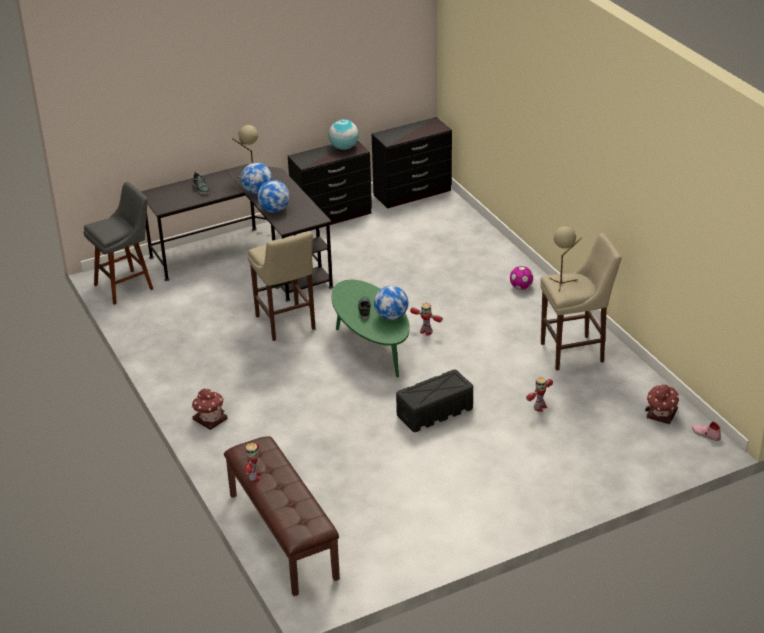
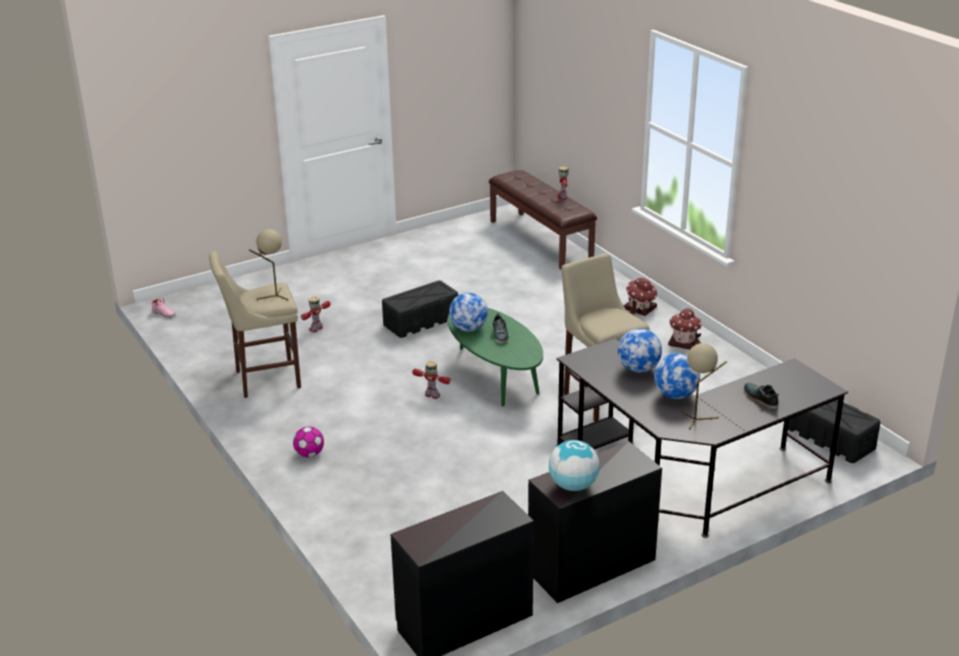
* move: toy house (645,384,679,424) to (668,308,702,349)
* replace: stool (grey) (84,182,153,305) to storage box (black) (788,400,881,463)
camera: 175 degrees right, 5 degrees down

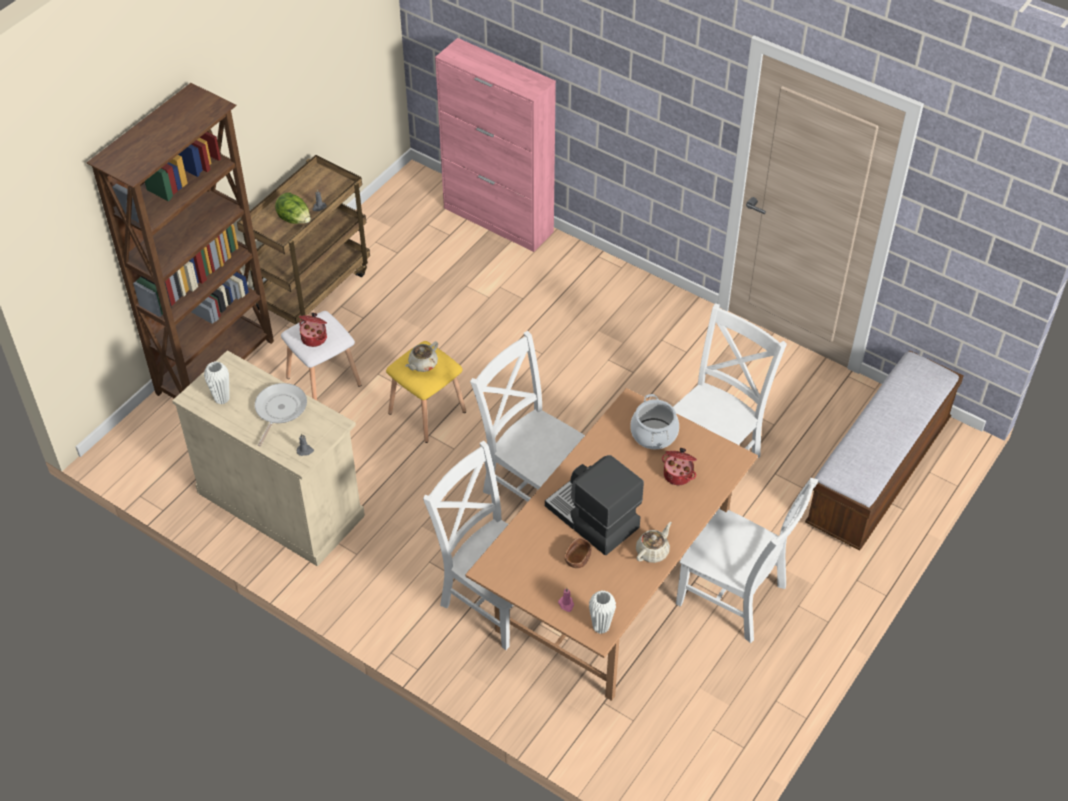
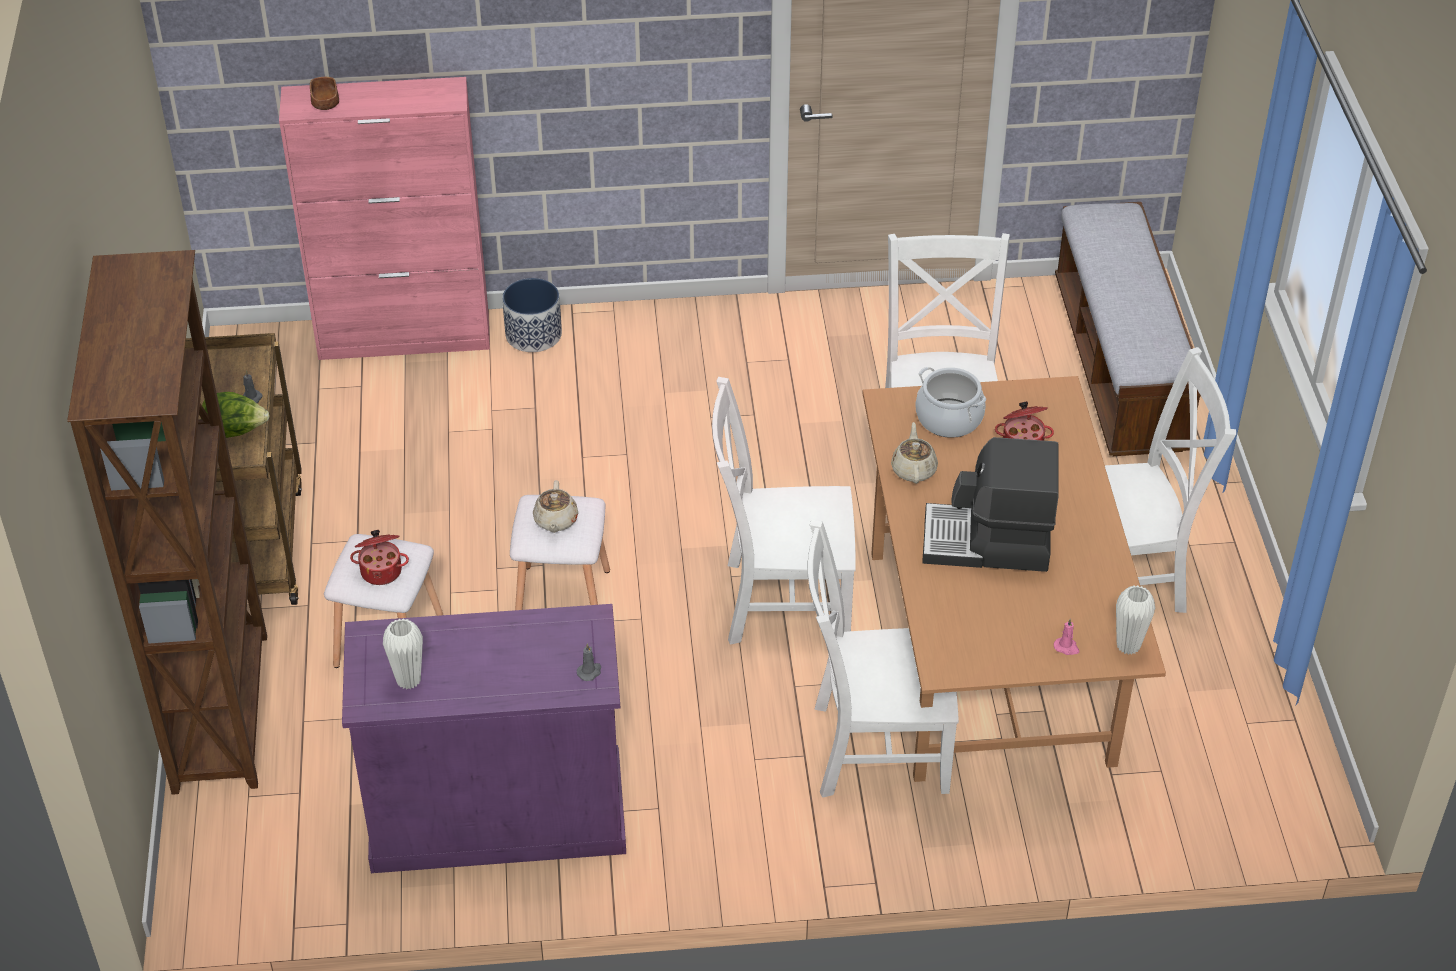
* move: bowl (brown) (564,538,592,568) to (310,77,339,110)
* recolor: cabinet (beige) (172,350,365,566) to cabinet (purple) (342,604,626,873)
* insert: planter (502,278,562,352)
* recolor: stool (yellow) (386,341,466,443) to stool (white) (510,495,610,610)
* move: teapot (beige) (636,522,672,563) to (891,422,938,484)
* delete: frying pan (255,383,307,446)
camera: 40 degrees left, 5 degrees down

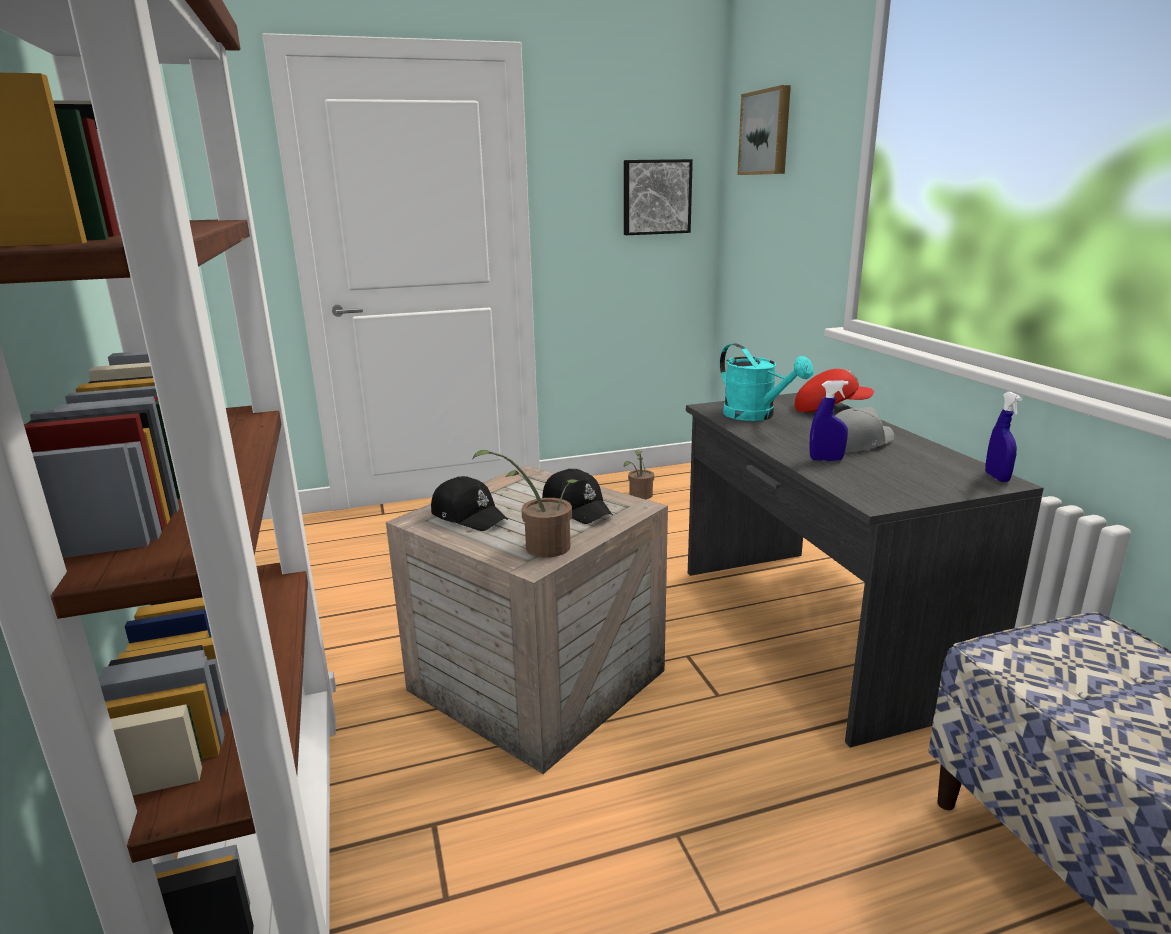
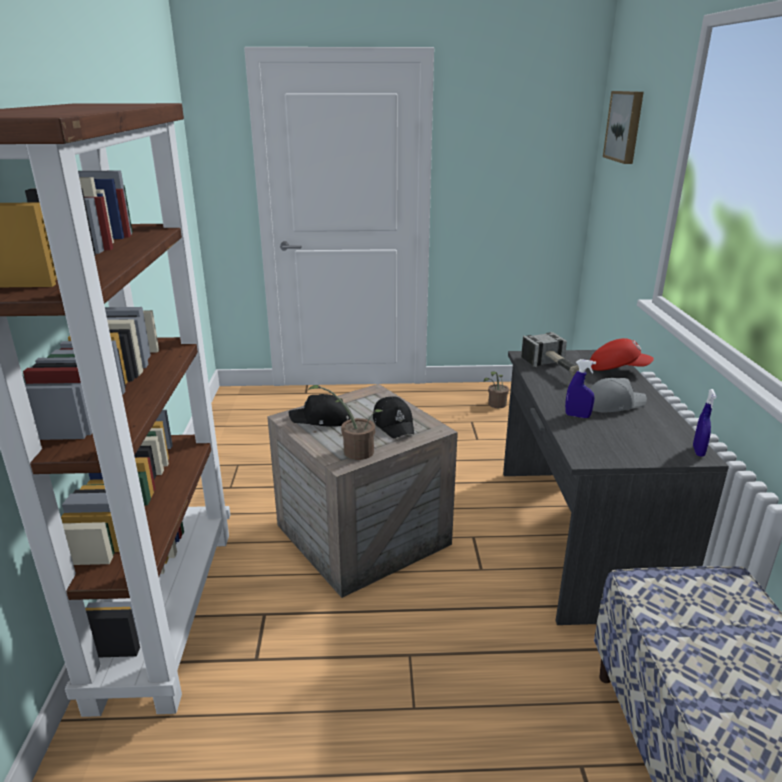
* rotate: cap (black) (431,476,508,531) = (289,394,350,427) 135 degrees clockwise
* replace: watering can (turquoise) (720,343,813,421) to hammer (521,332,579,376)
* delete: picture (624,159,693,235)
camera: 15 degrees right, 5 degrees up

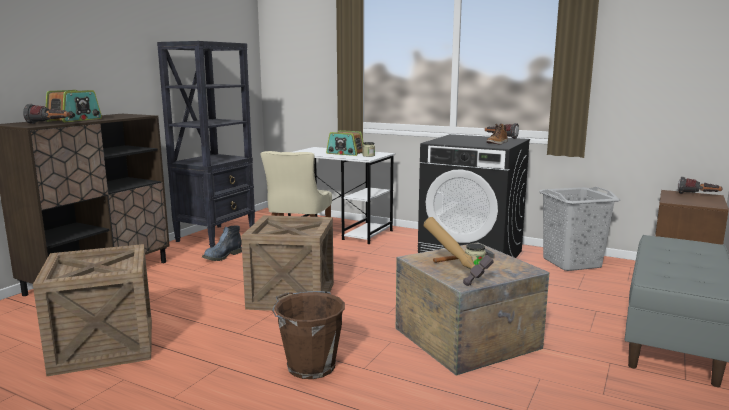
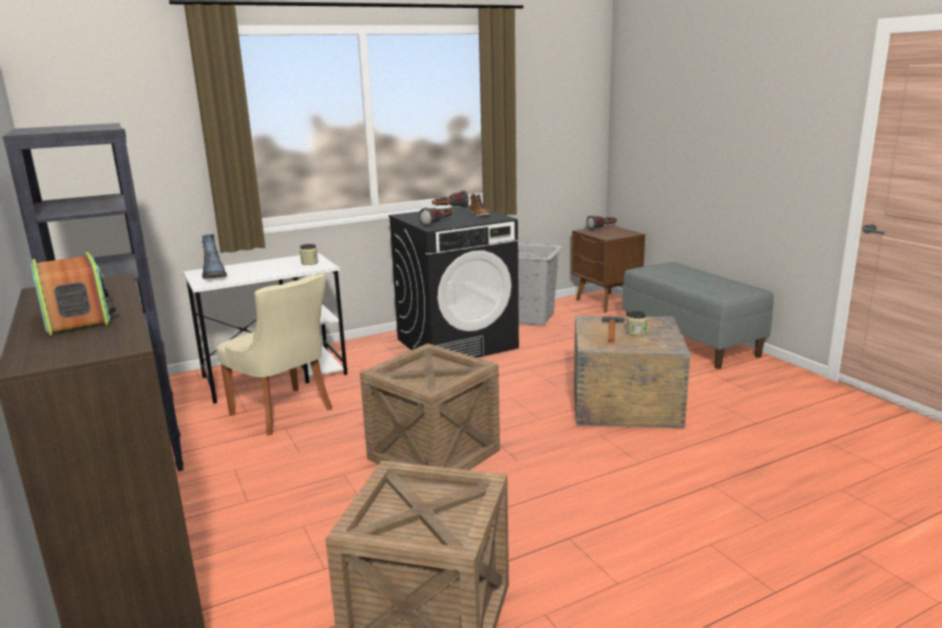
* move: boot (202,225,242,261) to (201,235,227,279)
* move: flashlight (23,104,70,124) to (419,208,454,227)
* delete: bucket (brown) (272,291,345,379)
* delete: radio (326,130,364,156)
* delete: hammer (424,217,494,286)
camera: 55 degrees left, 5 degrees up

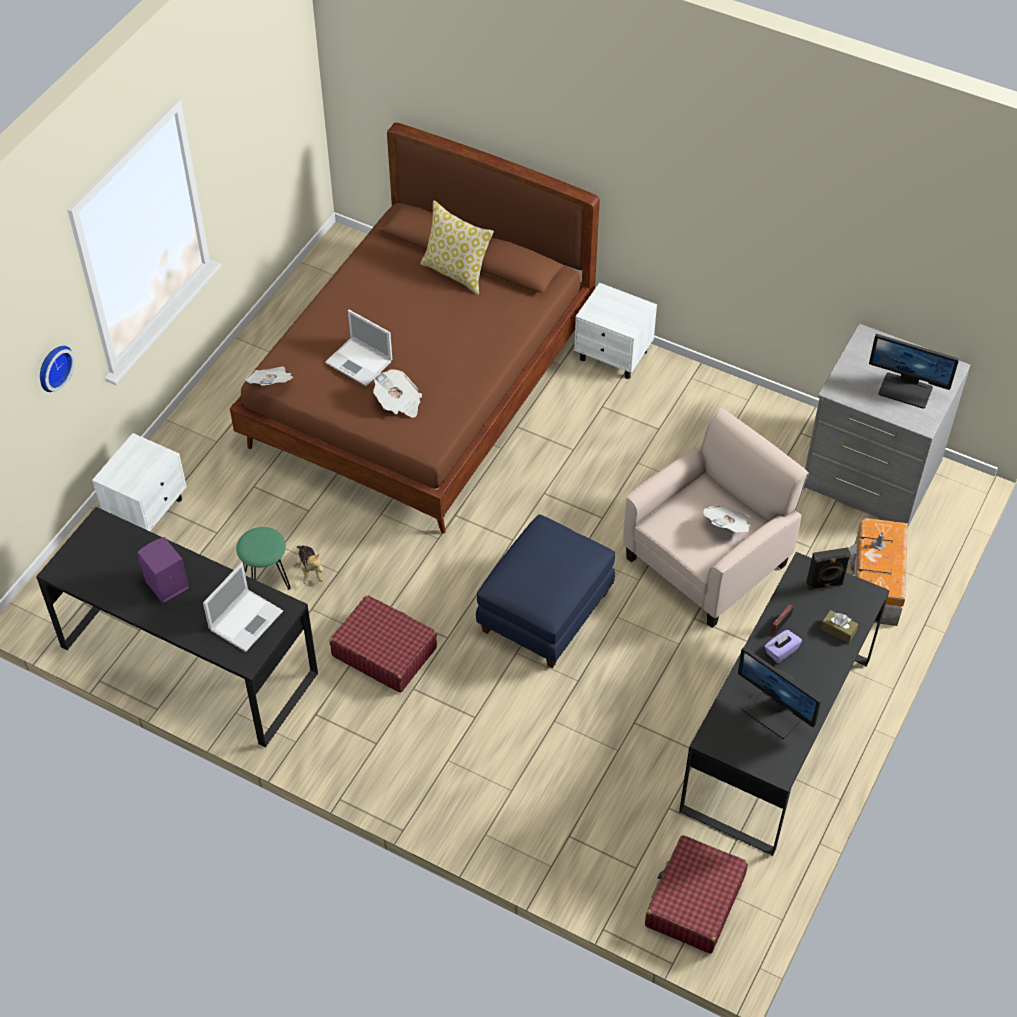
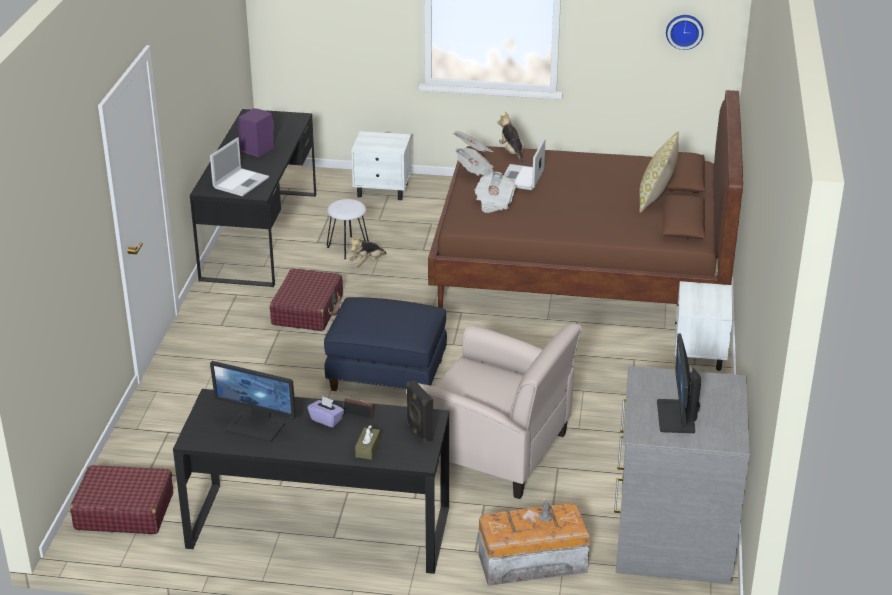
* rotate: laptop (203,563,283,652) = (210,137,269,196) 75 degrees counterclockwise
* rotate: monitor (738,647,821,739) = (210,361,296,442) 90 degrees counterclockwise
* recolor: stool (green) (236,527,291,590) to stool (white) (327,199,369,259)
* move: newspaper (703,505,751,532) to (456,148,493,176)
* insert: plush toy (498,112,526,164)
* move: wall clock (40,346,75,392) to (666,15,704,50)
camera: 70 degrees right, 20 degrees down

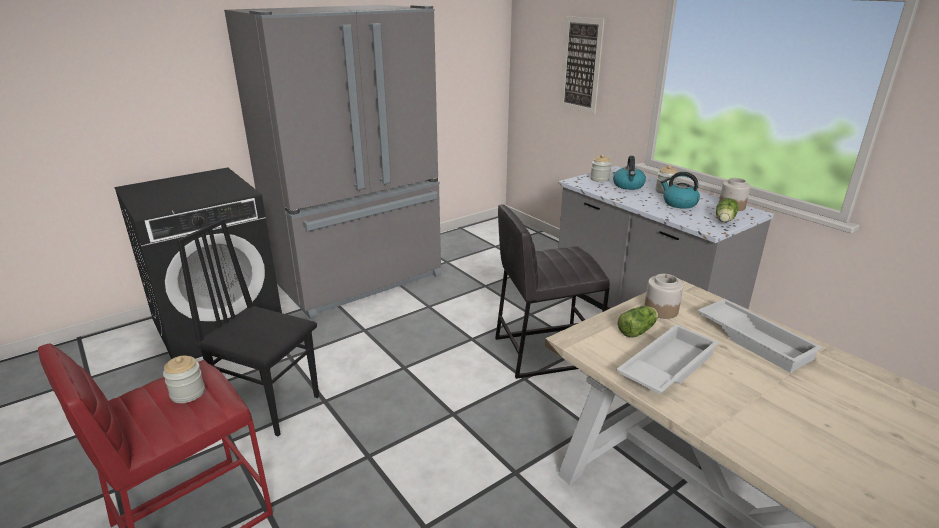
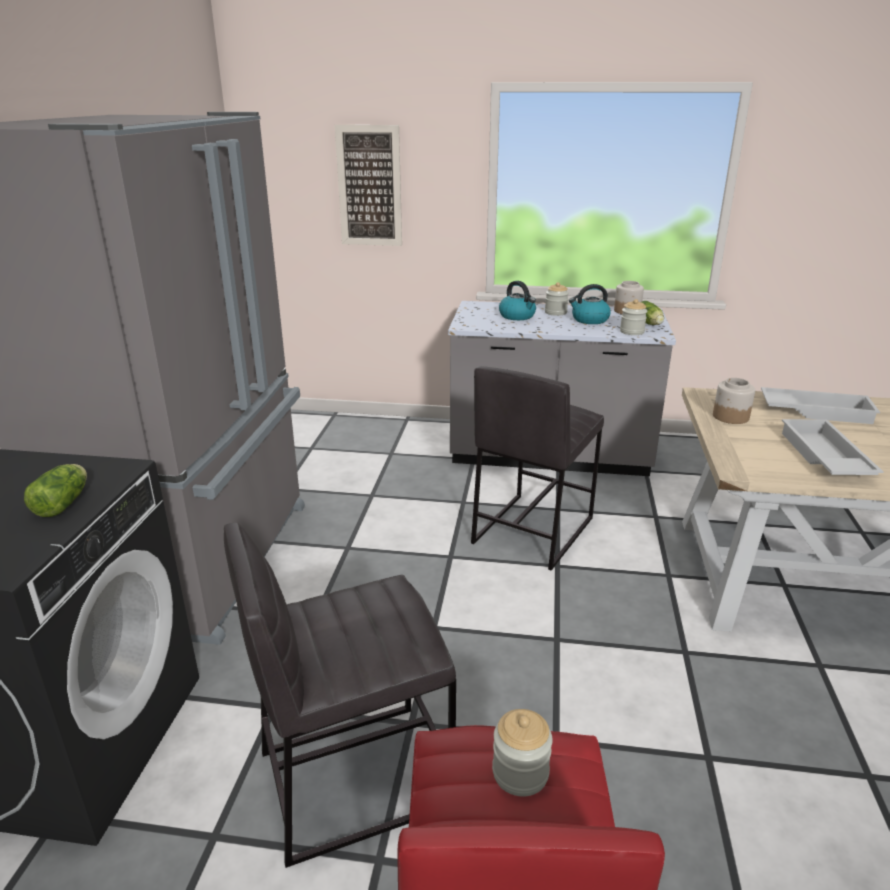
* move: lettuce (618,306,658,338) to (24,464,87,517)
* replace: chair (black) (177,219,319,437) to stool (grey) (224,523,456,868)
* move: jar (590,154,611,182) to (620,299,647,335)
camera: 45 degrees left, 0 degrees up

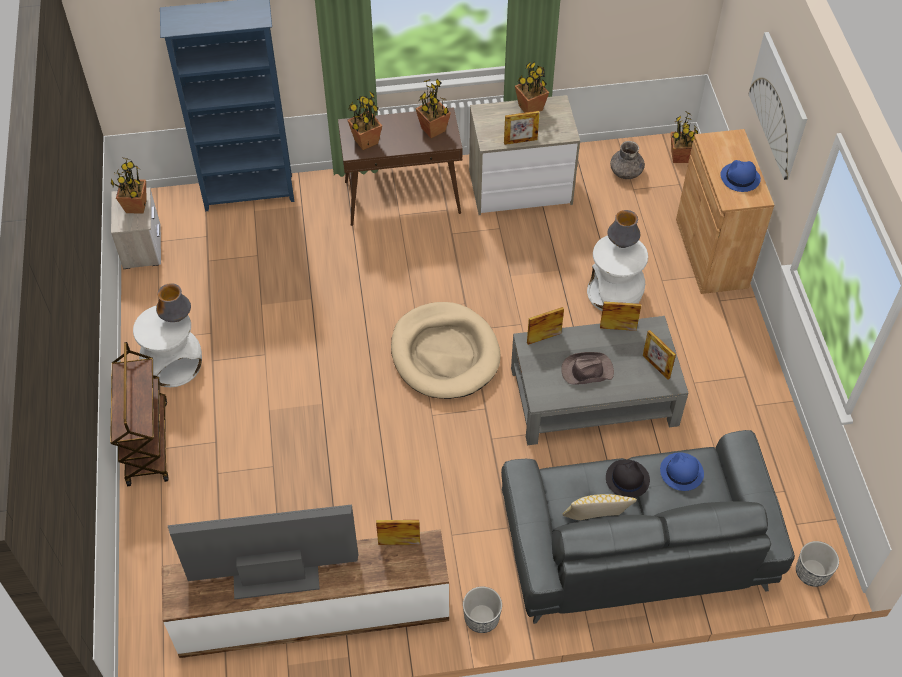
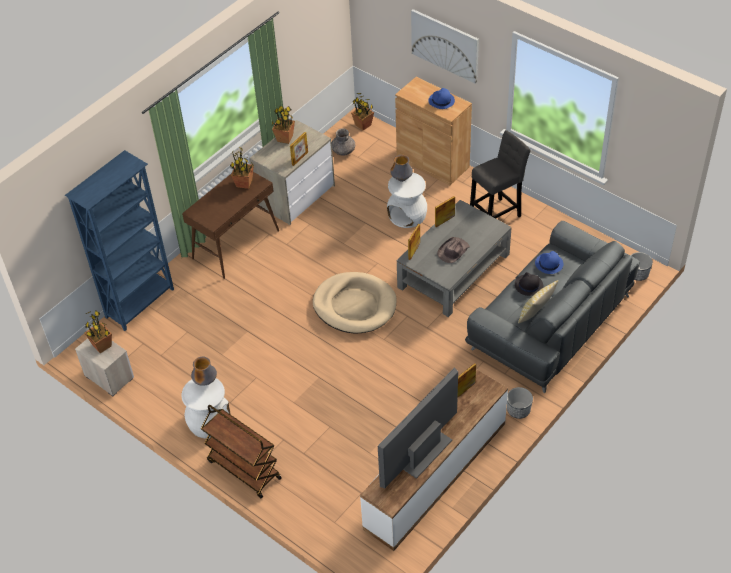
* insert: stool (grey) (470,130,531,218)
* delete: potted plant (348,91,382,150)
* delete: picture frame (643,330,676,380)
camera: 40 degrees left, 5 degrees down

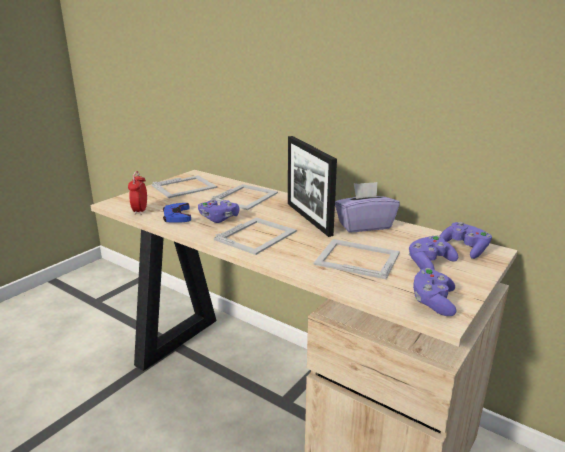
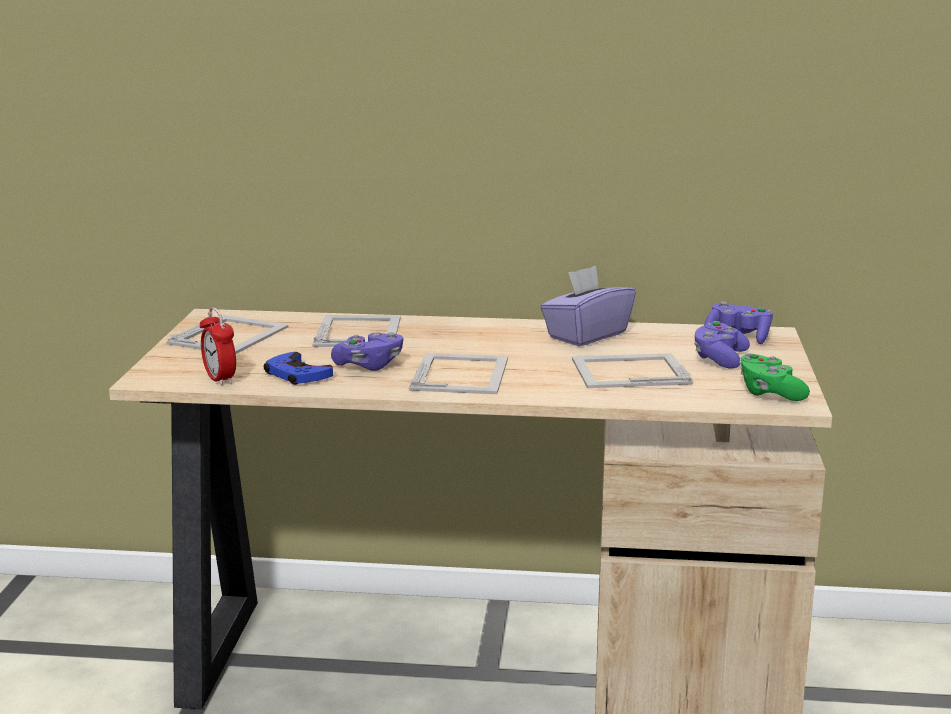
* recolor: game controller (purple) (413,268,457,316) to game controller (green) (739,353,810,401)
* delete: picture frame (288,136,337,237)
camera: 30 degrees left, 5 degrees down

